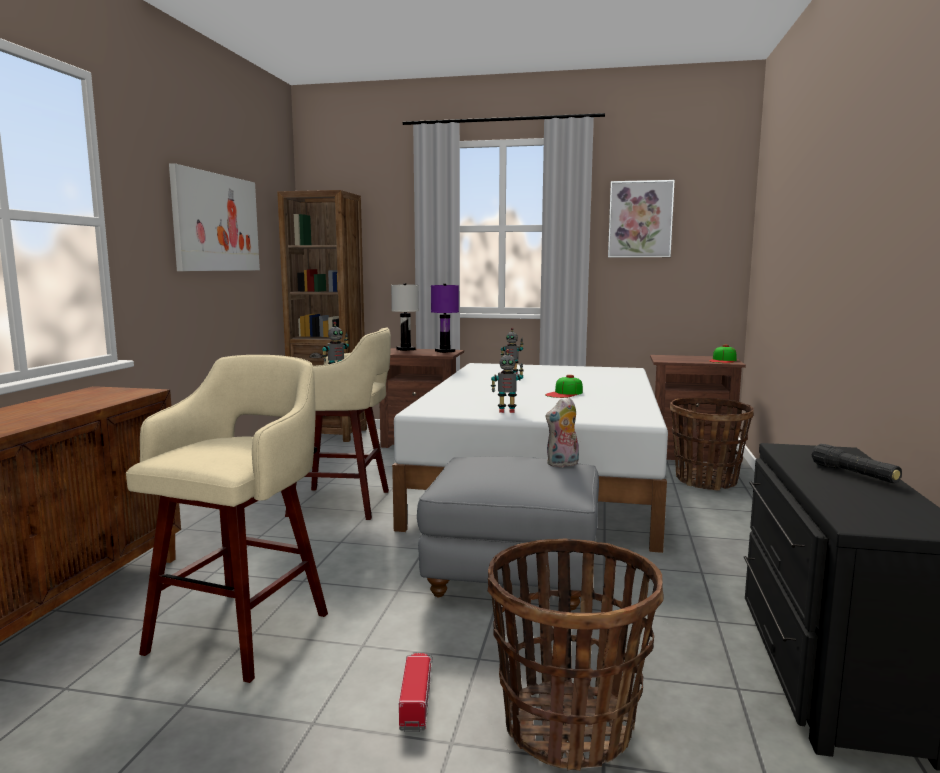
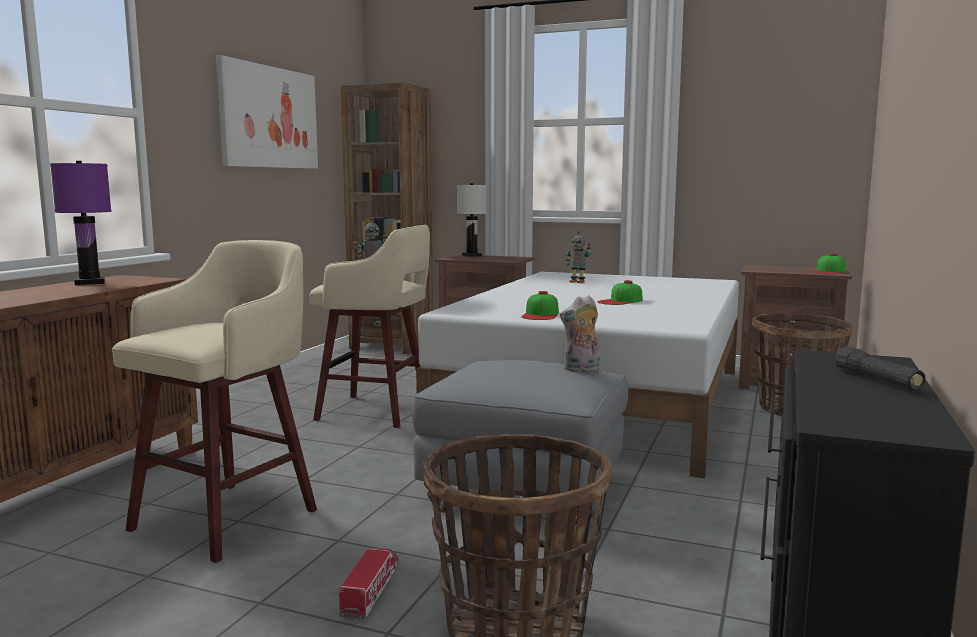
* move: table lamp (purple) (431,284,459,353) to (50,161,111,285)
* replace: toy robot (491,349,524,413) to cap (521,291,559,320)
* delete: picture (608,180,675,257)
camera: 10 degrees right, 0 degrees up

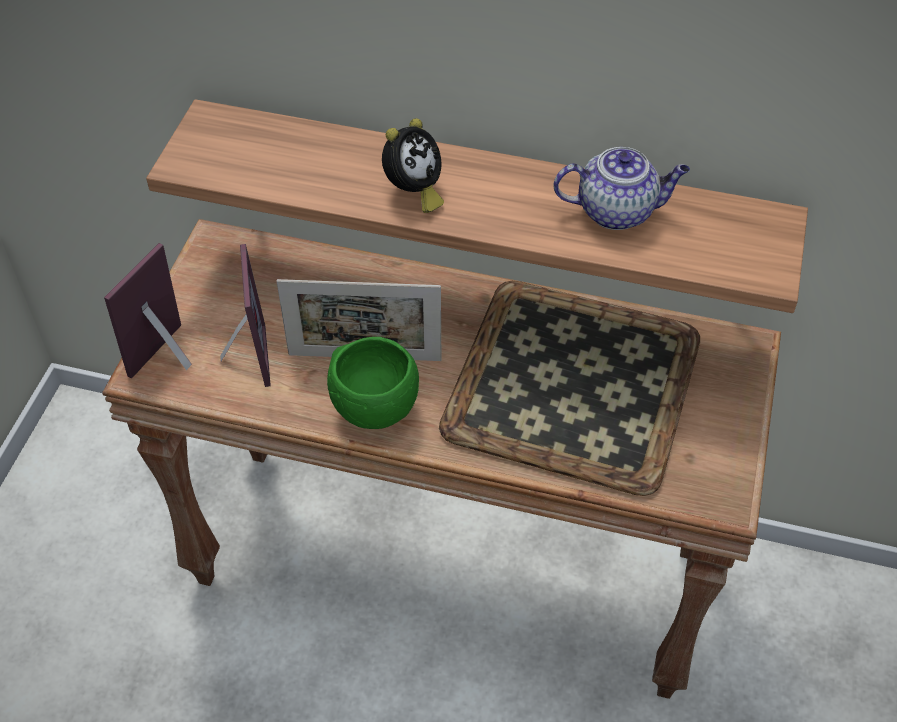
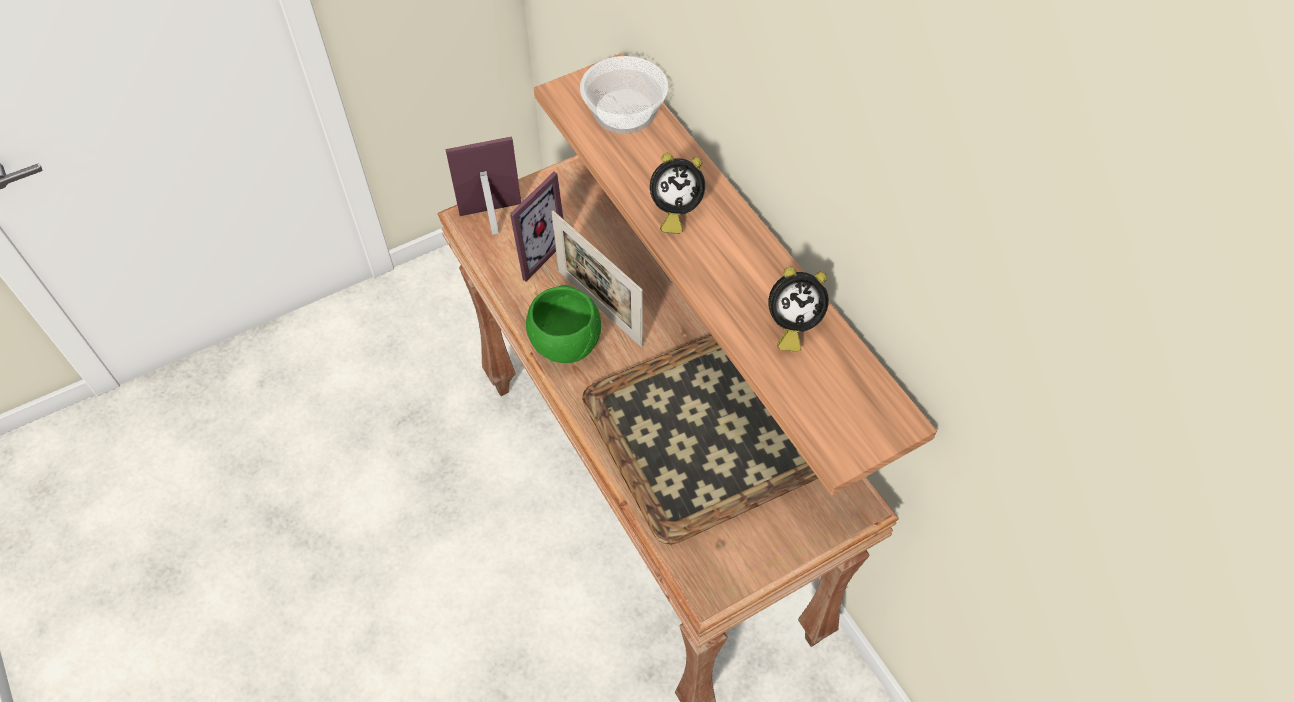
* insert: bowl (580,56,668,134)
* replace: teapot (553,147,690,230) to alarm clock (768,266,829,352)
camera: 45 degrees right, 5 degrees up

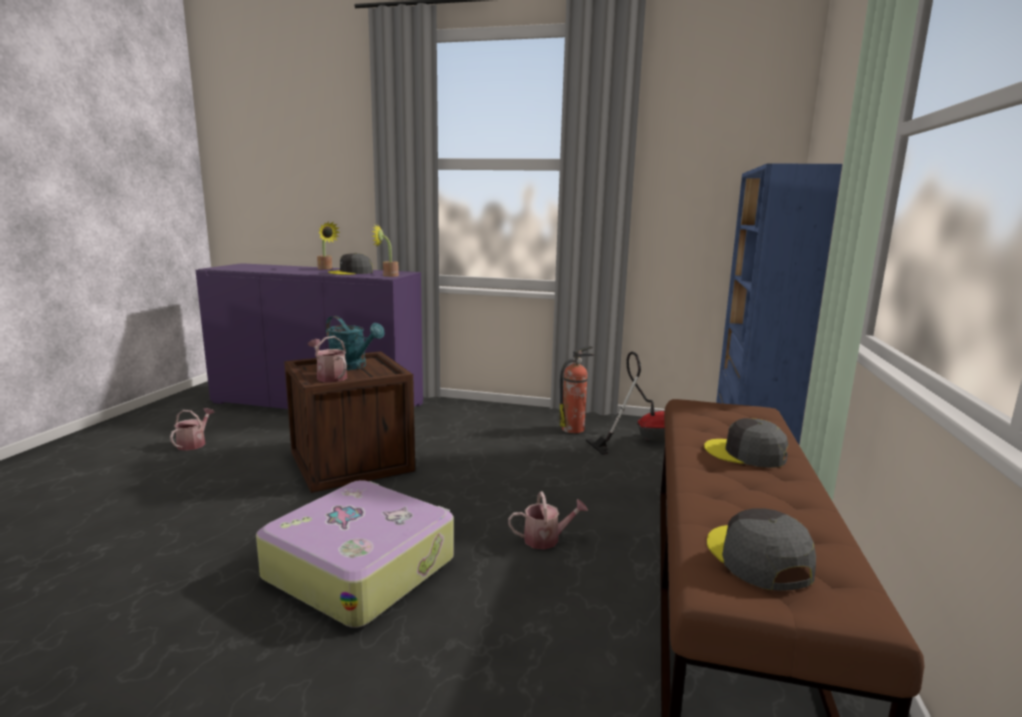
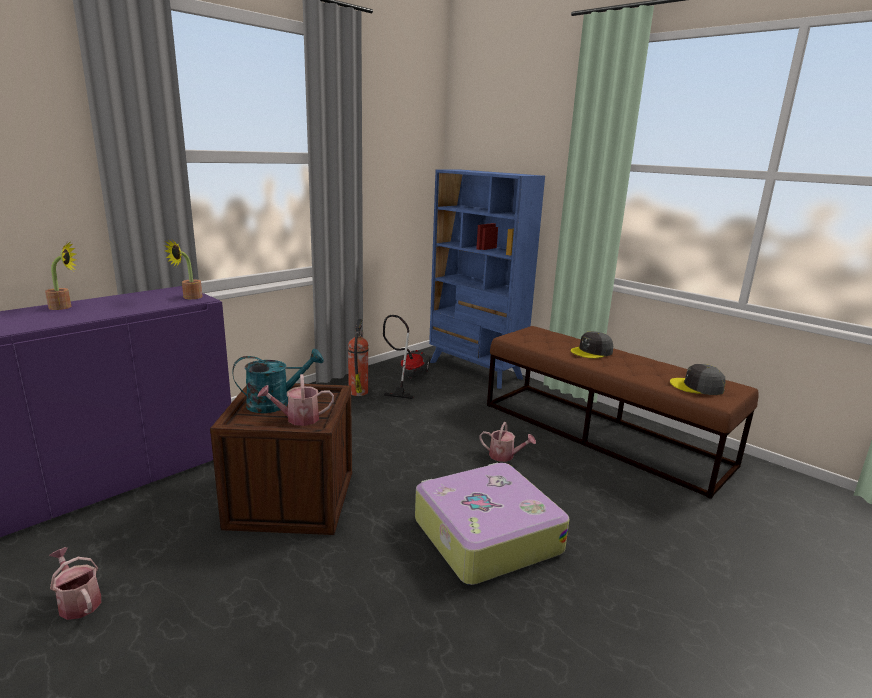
* rotate: watering can (508,491,588,550) = (480,422,536,462) 90 degrees clockwise
* delete: cap (grey) (328,253,373,275)
camera: 60 degrees left, 5 degrees up

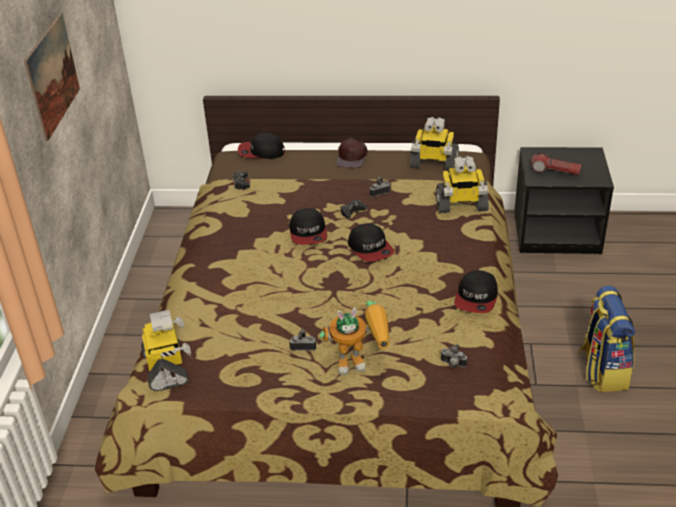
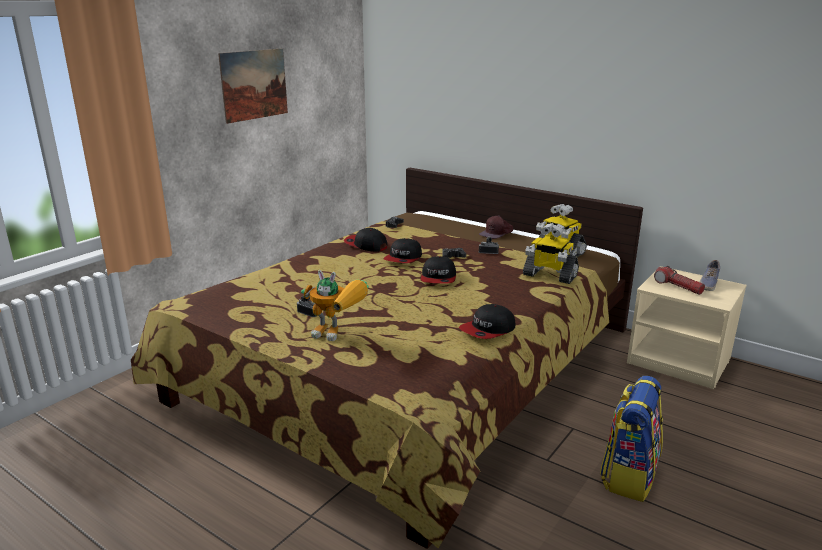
* move: cap (238,133,285,159) to (344,228,387,252)
* recolor: nightstand (black) (514,147,614,254) to nightstand (beige) (627,266,747,389)
* insert: shoe (700,260,720,291)
* delete: toy robot (141,310,191,391)
* delete: photo camera (440,344,467,368)
camera: 30 degrees right, 15 degrees down

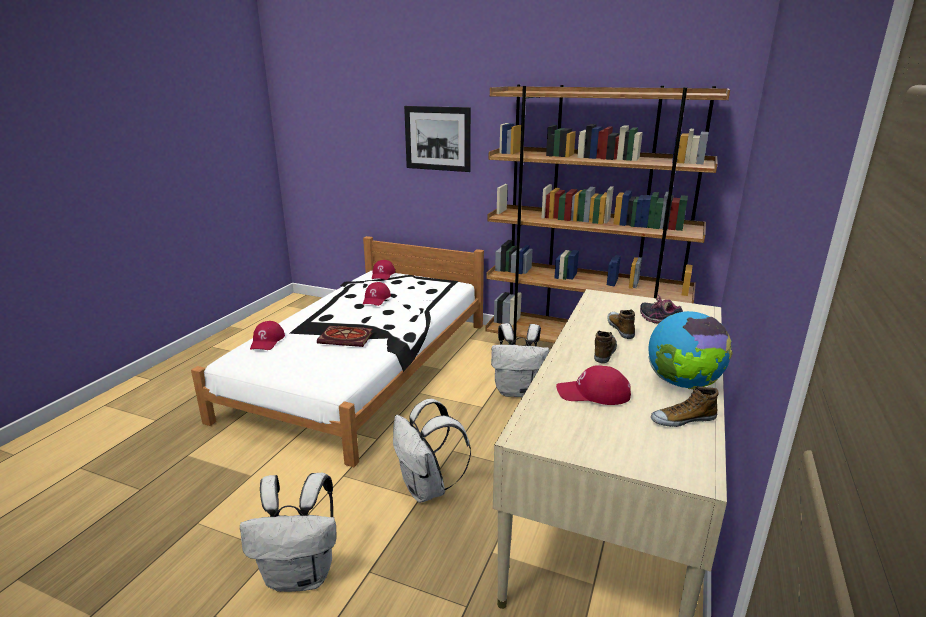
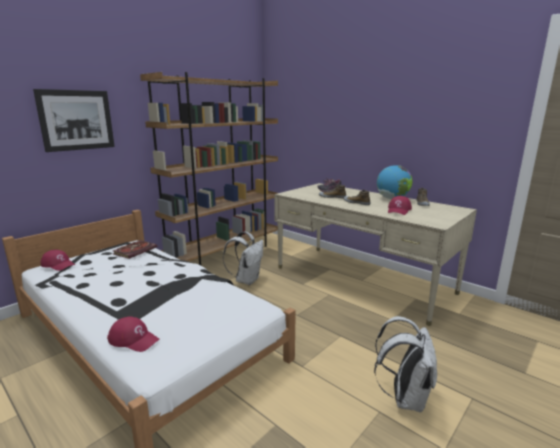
* move: book (317,326,373,347) to (113,240,157,259)
* delete: cap (red) (363,282,391,306)
* delete: backpack (white) (393,399,471,503)
camera: 70 degrees left, 5 degrees down

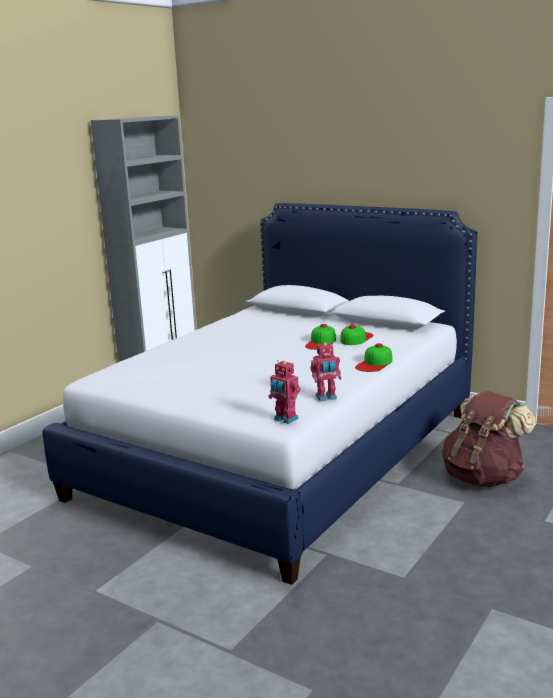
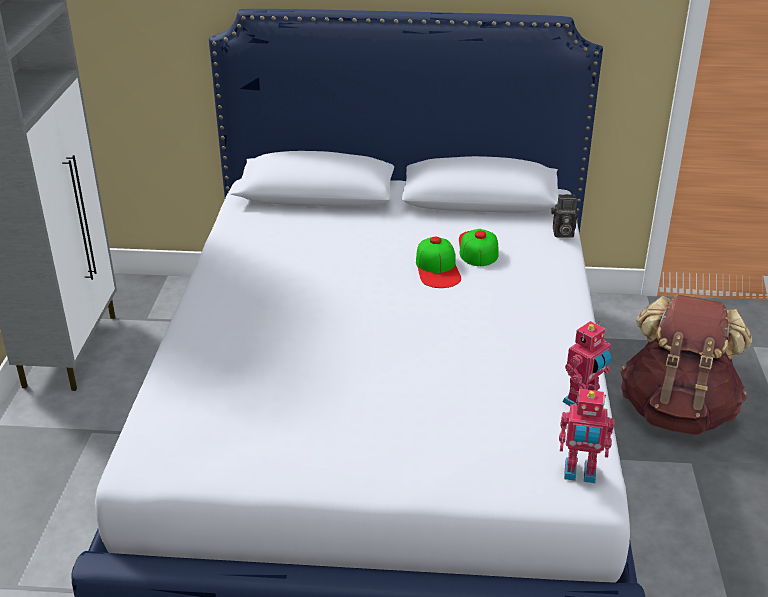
* insert: photo camera (551,194,577,238)
* delete: cap (355,343,392,372)
camera: 30 degrees left, 15 degrees up

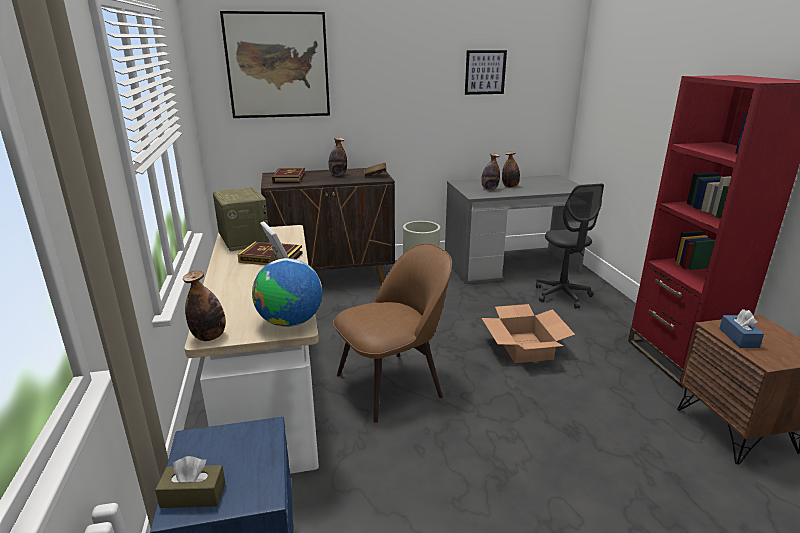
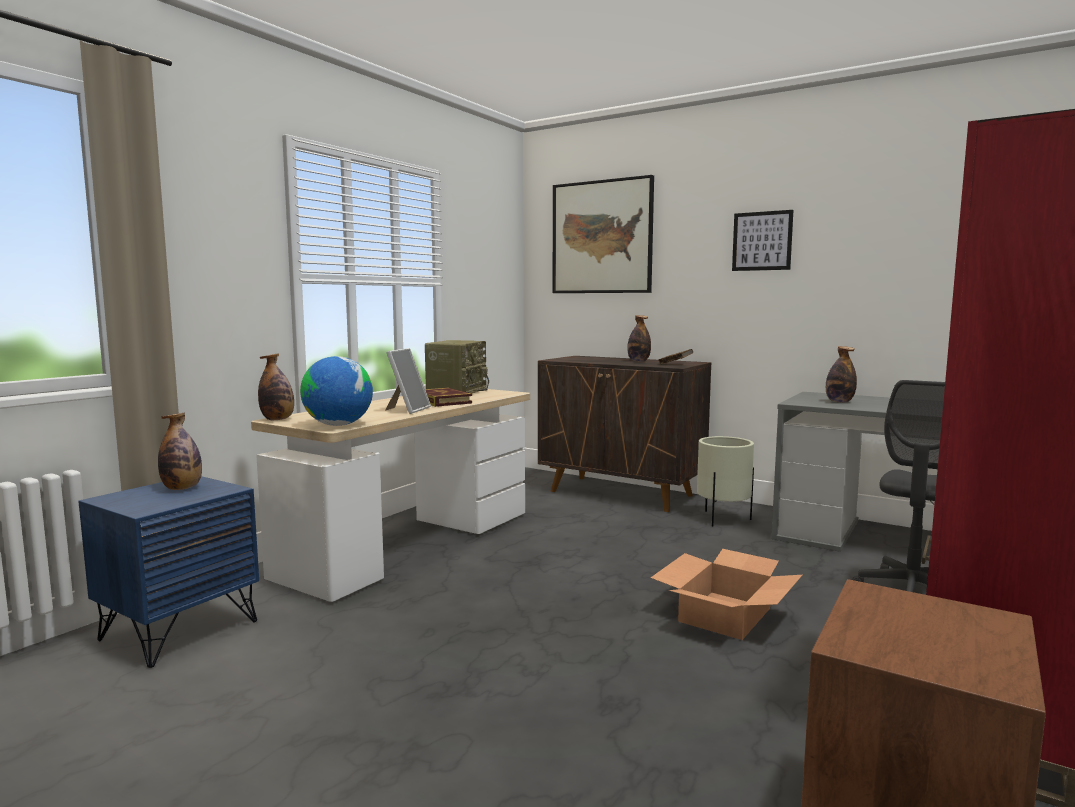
* move: bottle (502,151,520,187) to (158,412,202,490)
* move: picture (465,50,507,95) to (732,210,794,271)
* delete: tissue box (brown) (155,456,225,508)
* delete: book (272,168,305,183)
* delete: chair (brown) (333,243,452,423)
* delete: tissue box (blue) (719,309,764,348)
camera: 45 degrees right, 15 degrees down

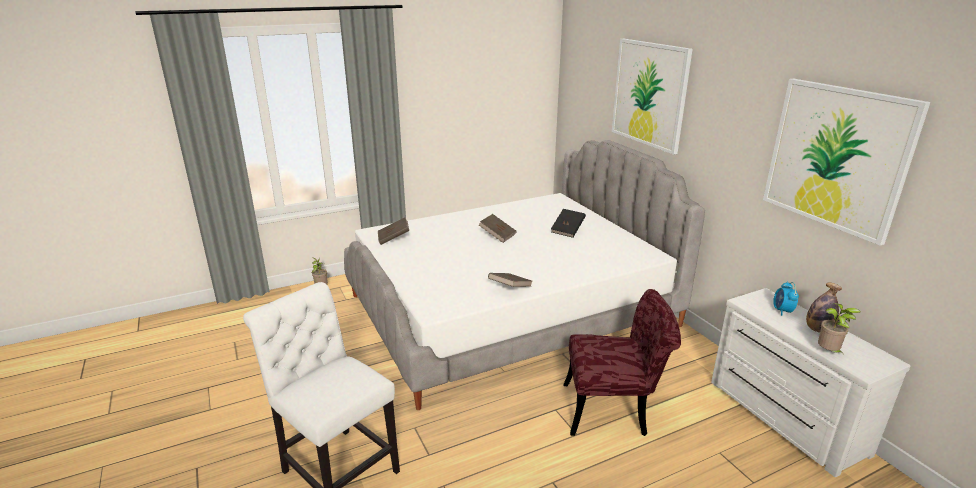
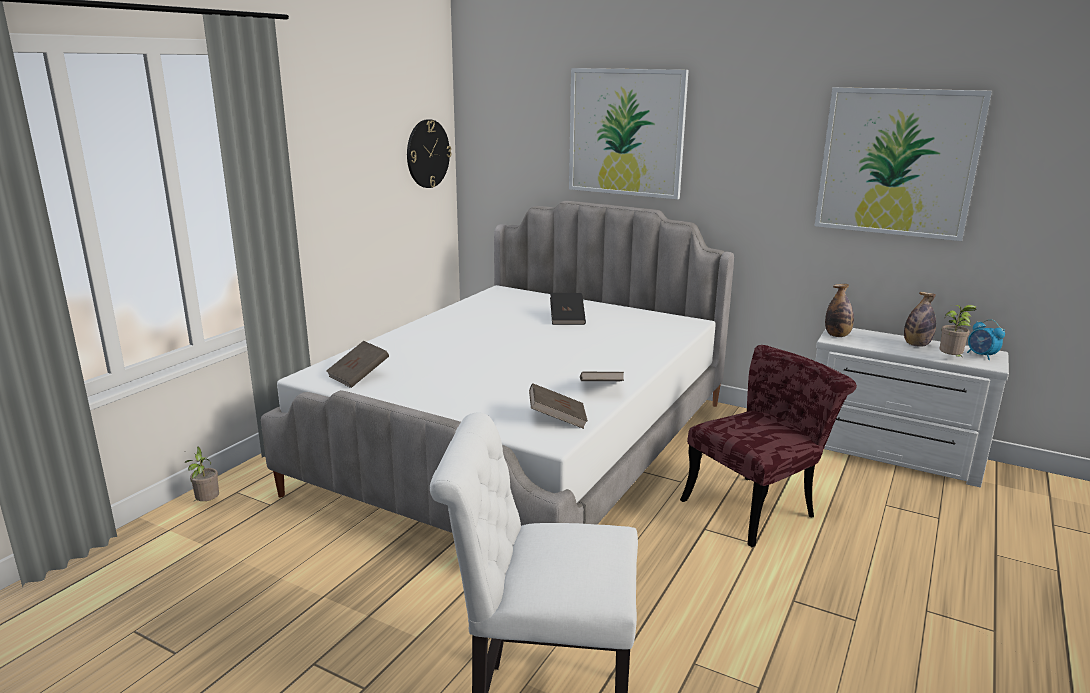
* insert: wall clock (407,119,451,188)
* move: book (brown) (479,214,517,243) to (529,383,588,429)
* insert: bottle (825,284,854,337)
* move: alarm clock (773,282,799,316) to (967,319,1005,360)
camera: 35 degrees left, 5 degrees down

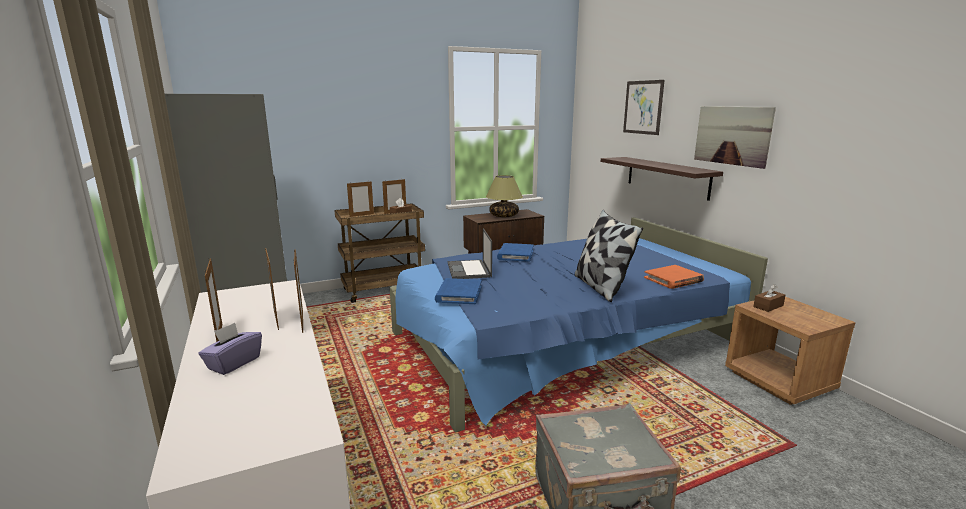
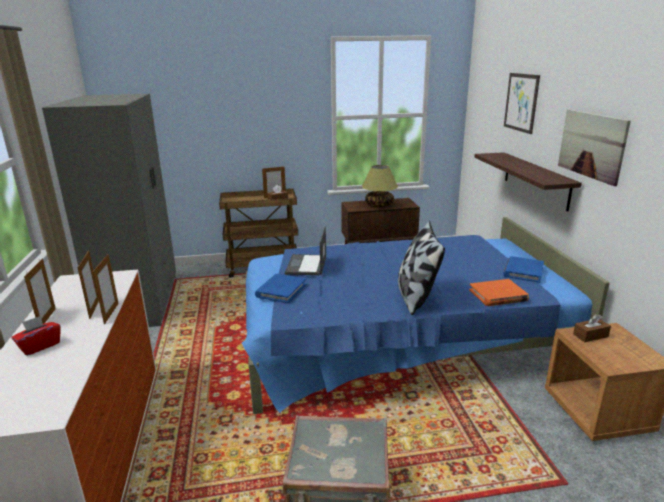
* recolor: tissue box (purple) (198,323,262,375) to tissue box (red) (12,316,61,356)
* move: book (blue) (497,243,534,262) to (503,256,544,283)
* delete: picture frame (347,181,374,217)
camera: 15 degrees right, 5 degrees up

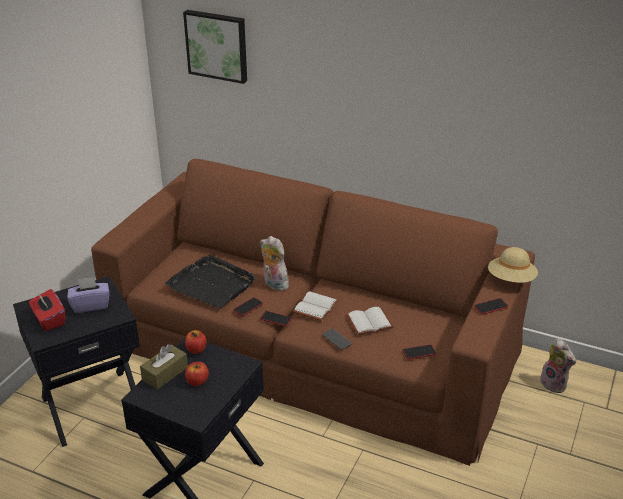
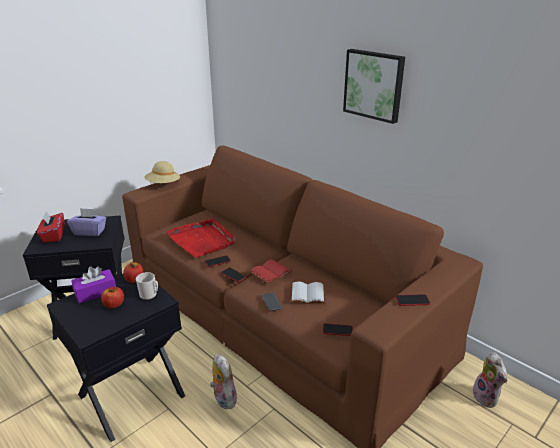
* recolor: tissue box (brown) (140,344,188,389) to tissue box (purple) (71,266,116,303)
* insert: mug (136,272,158,300)
* move: hat (beige) (488,247,538,283) to (144,161,180,183)
* recolor: tray (black) (165,254,255,308) to tray (red) (167,218,236,257)
* move: plush toy (260,236,289,291) to (210,354,237,409)
* recolor: book (white) (293,291,338,321) to book (red) (249,259,292,285)
* move: picture (183,10,247,84) to (343,49,405,124)
camera: 20 degrees right, 5 degrees down

